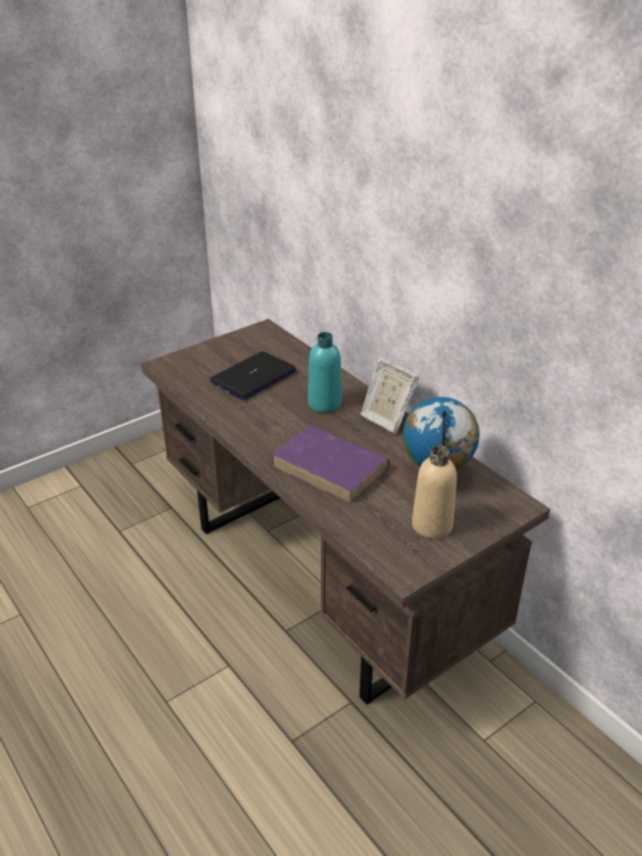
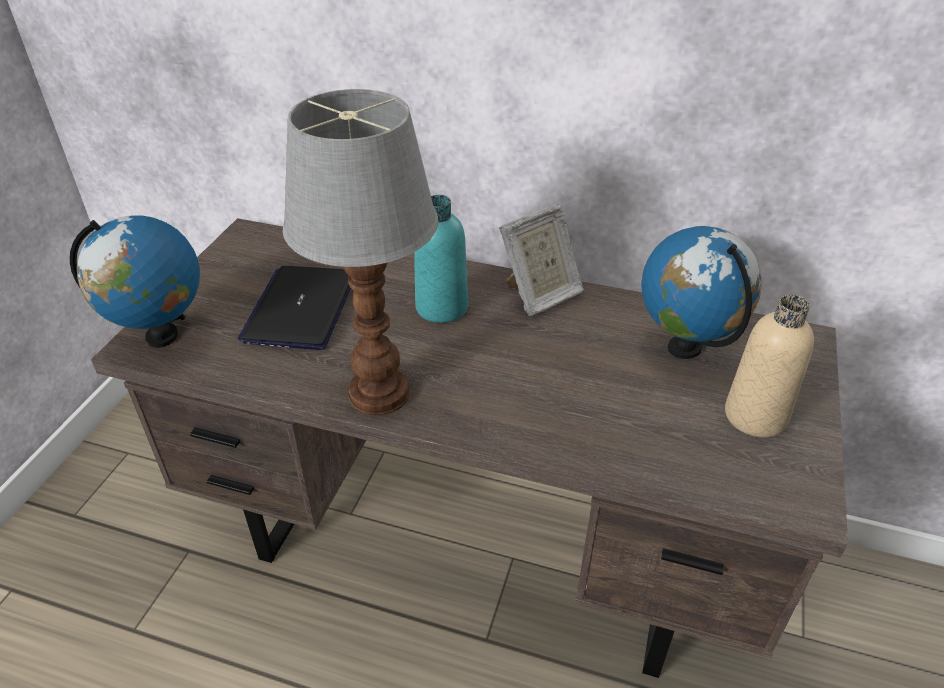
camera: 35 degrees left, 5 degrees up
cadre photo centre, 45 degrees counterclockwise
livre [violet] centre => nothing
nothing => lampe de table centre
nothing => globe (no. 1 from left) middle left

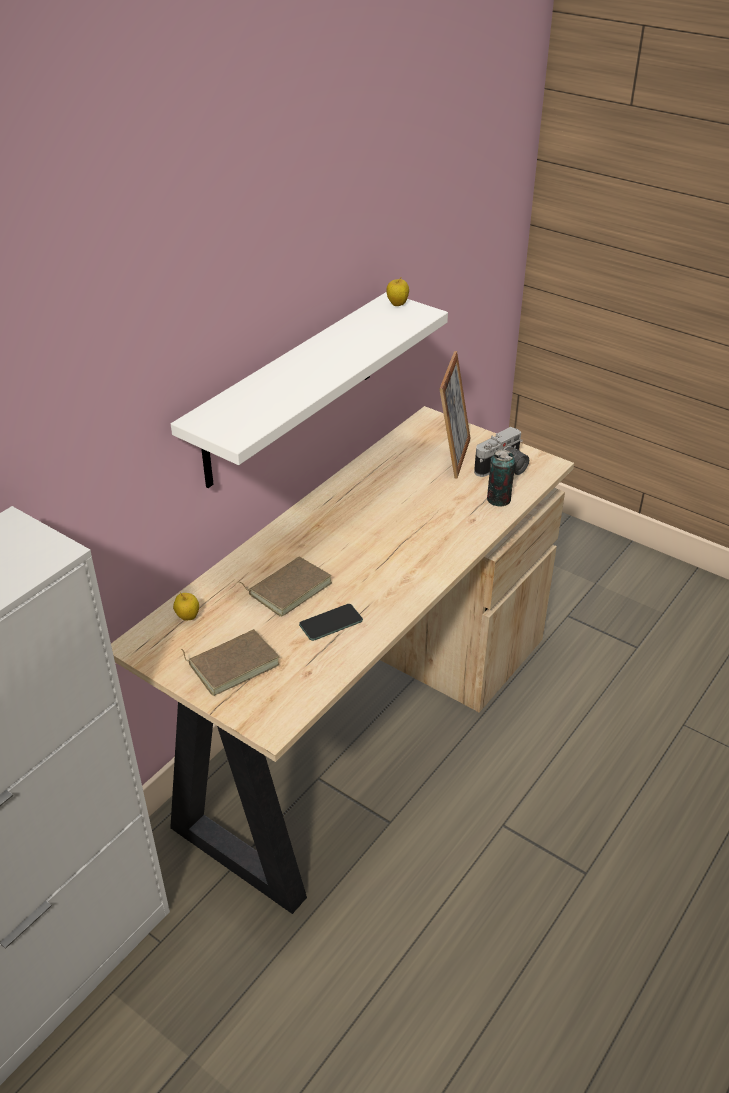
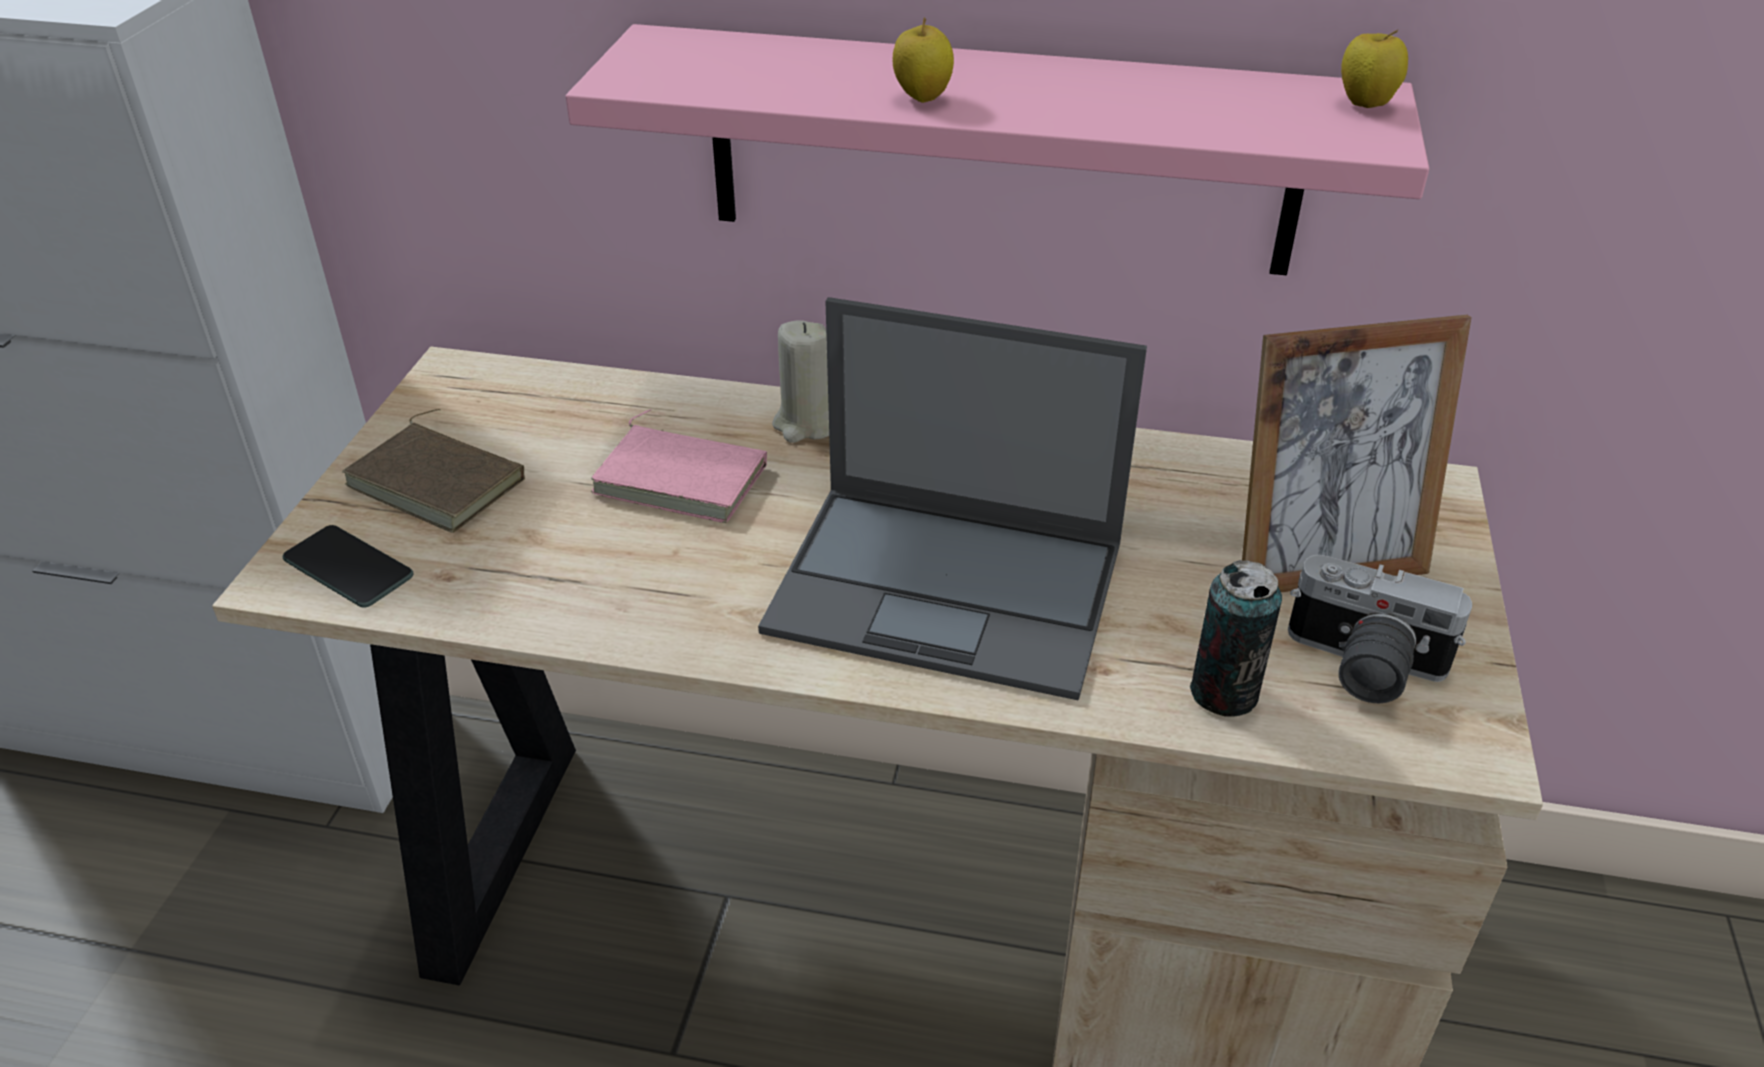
camera: 65 degrees right, 0 degrees up
étagère [blanc] centre => étagère [rose] top centre
livre [marron] (no. 2 from left) centre => livre [rose] centre
pomme (no. 1 from left) middle left => pomme (no. 1 from left) top centre, relocated
téléphone centre => téléphone middle left, relocated
nothing => ordinateur portable centre
nothing => bougie [beige] centre

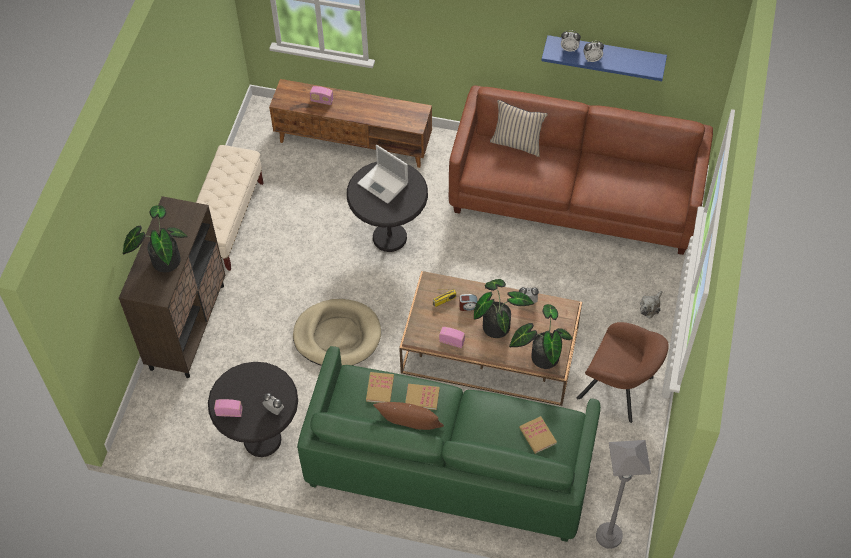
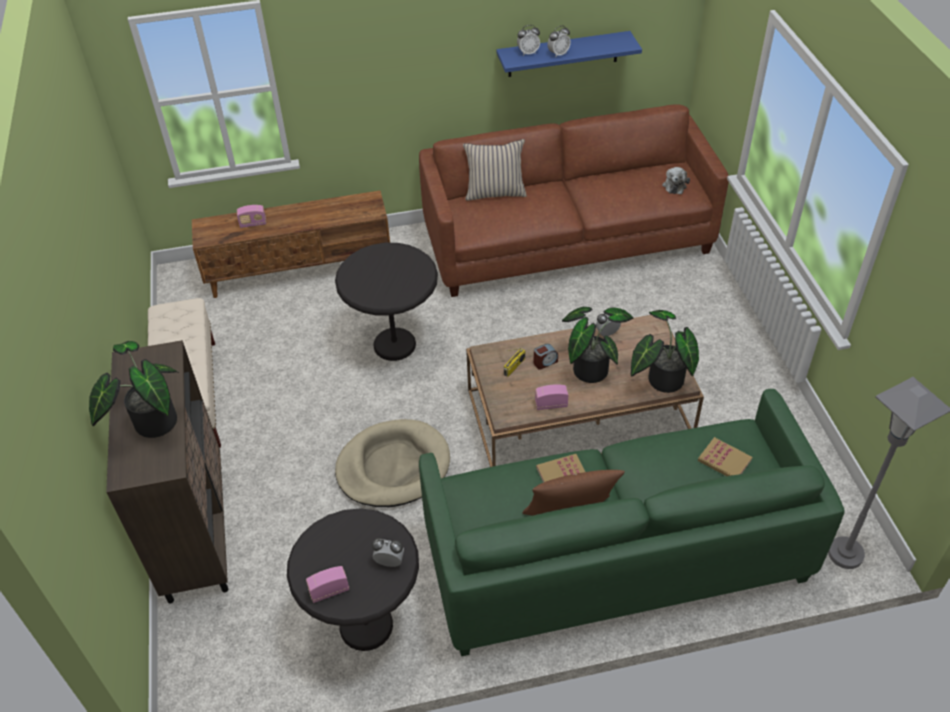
camera: 25 degrees left, 10 degrees down
ordinateur portable top centre => nothing
peluche middle right => peluche top right, relocated
fauteuil [marron] bottom right => nothing
livre (no. 1 from left) bottom centre => nothing

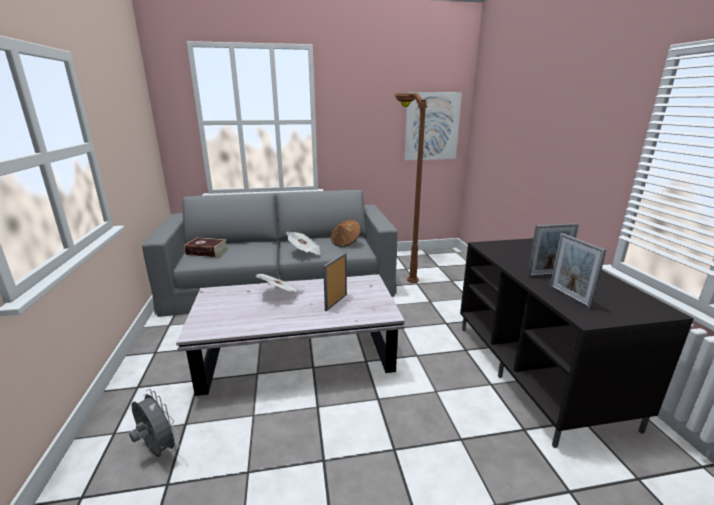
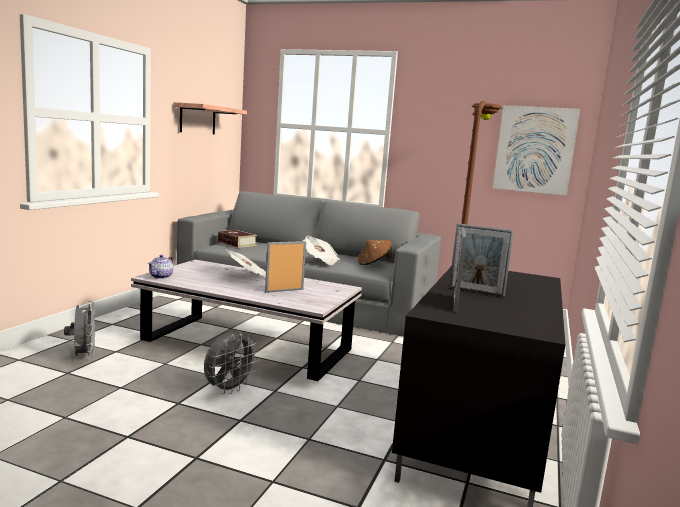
camera: 30 degrees right, 10 degrees down
nothing => étagère top left
nothing => théière middle left
nothing => ventilateur [gris] (no. 2 from left) bottom centre

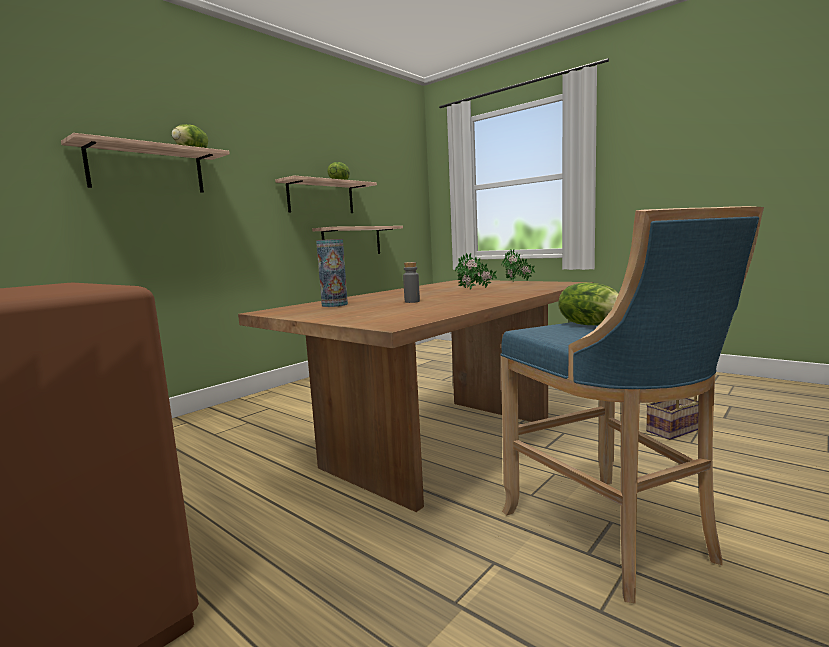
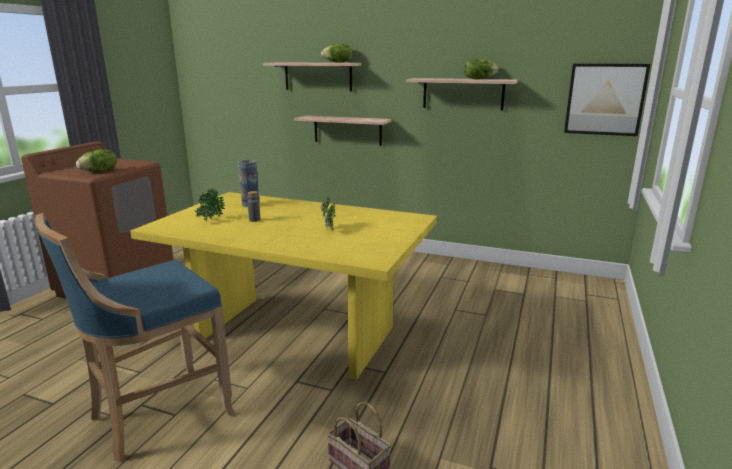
camera: 70 degrees right, 10 degrees up
étagère (no. 3 from left in the first image) centre => étagère (no. 2 from left) top centre, relocated
plante en pot (no. 2 from left in the first image) centre => plante en pot (no. 1 from left) middle left, relocated
table à manger [marron] centre => table à manger [jaune] centre
laitue (no. 3 from left in the first image) middle right => laitue (no. 1 from left) middle left, relocated
nothing => tableau top right

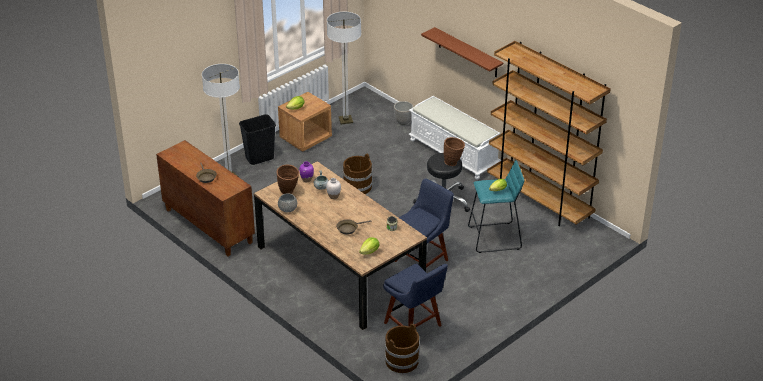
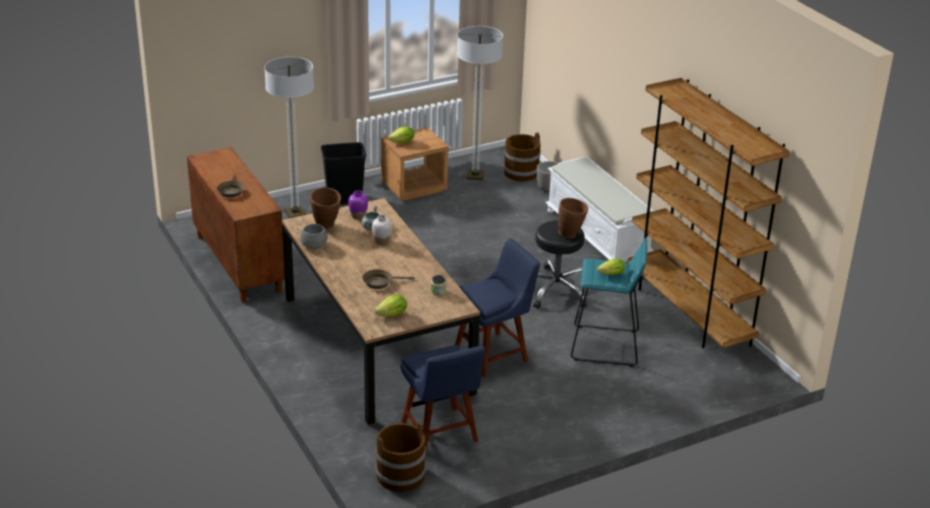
camera: 15 degrees right, 5 degrees down
étagère [marron] top centre => nothing
seau [marron] (no. 1 from left in the first image) centre => seau [marron] (no. 2 from left) top centre, relocated

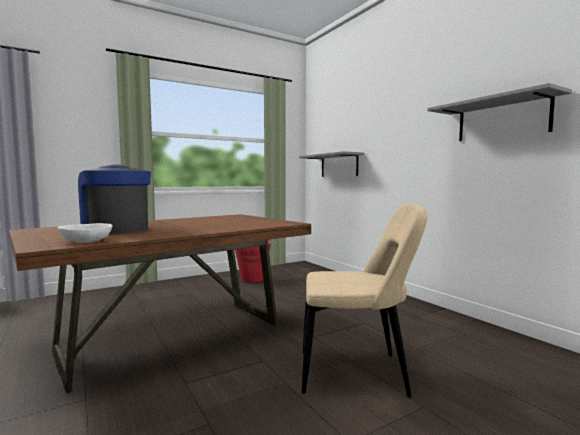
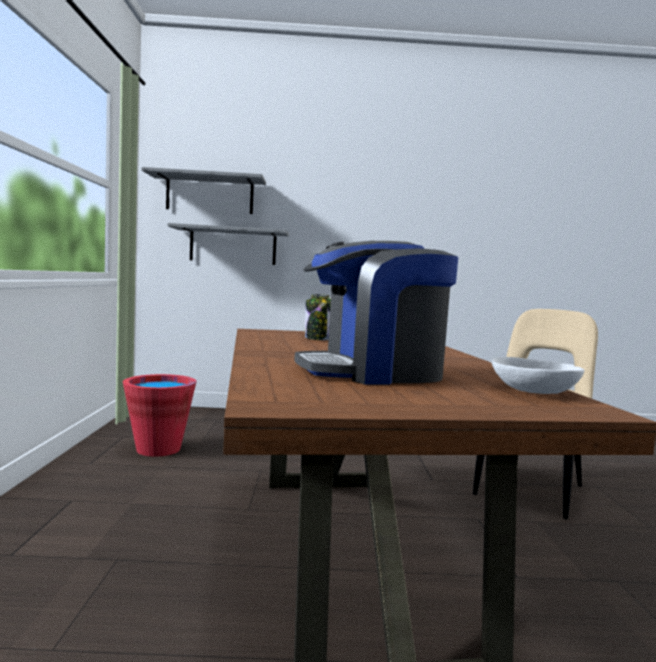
camera: 60 degrees left, 0 degrees up
étagère [gris] (no. 2 from left in the first image) top right => étagère [gris] (no. 1 from left) top left, relocated
nothing => bocal centre

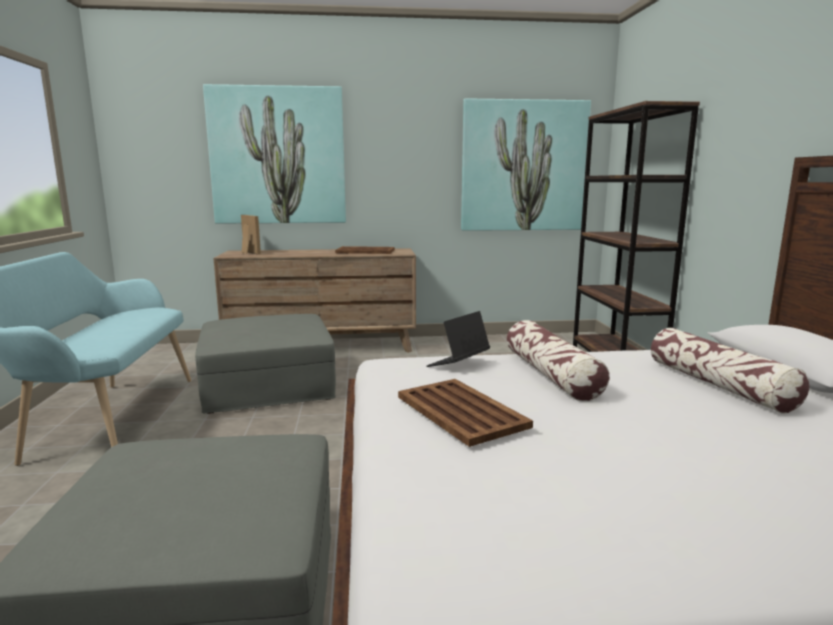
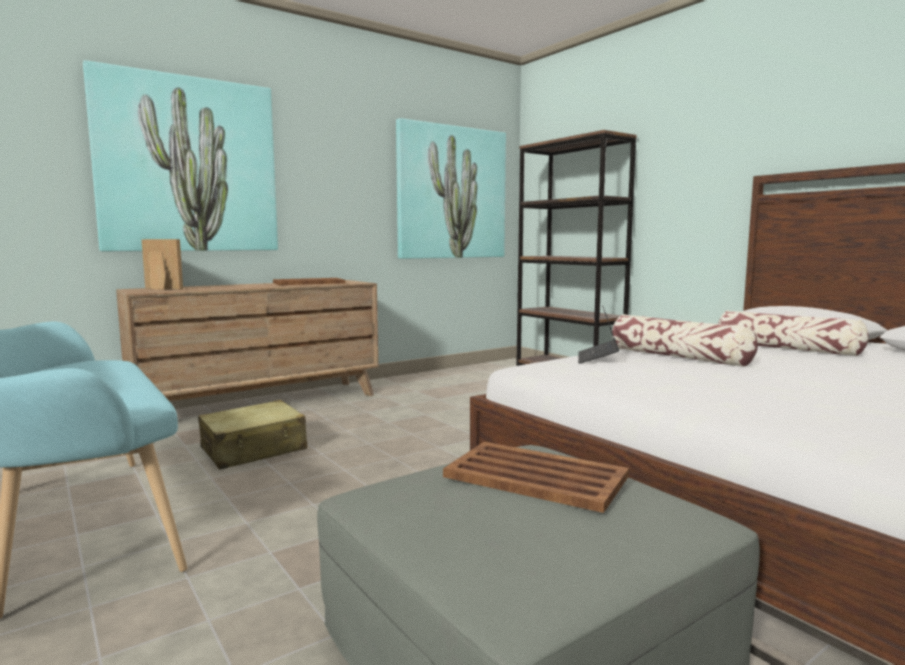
camera: 30 degrees left, 5 degrees down
pouf [gris] (no. 2 from left) middle left => valise [beige] middle left
plateau [marron] (no. 2 from left) centre => plateau [marron] (no. 2 from left) bottom centre, relocated

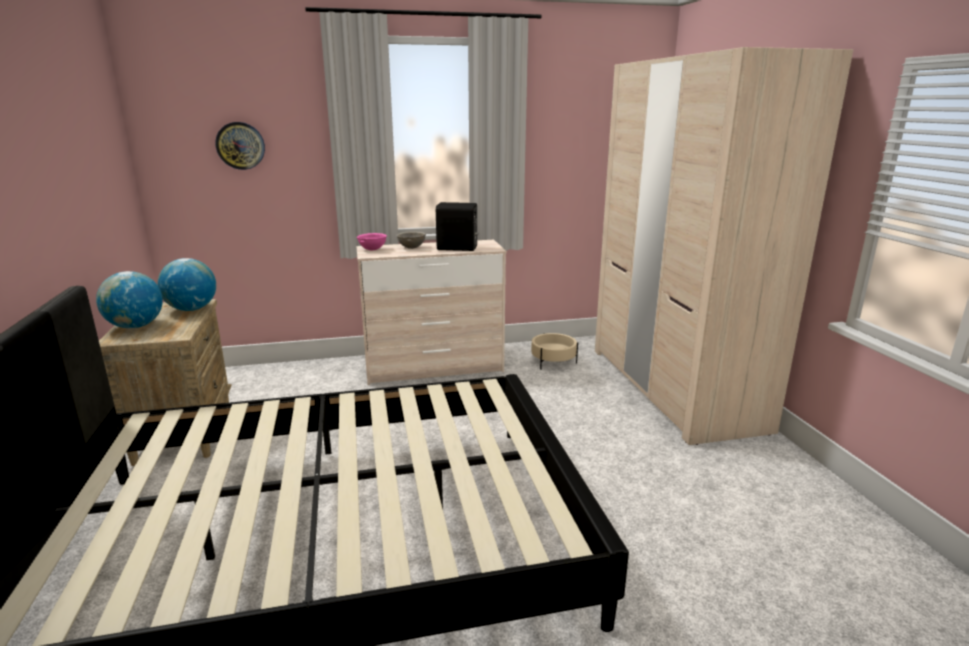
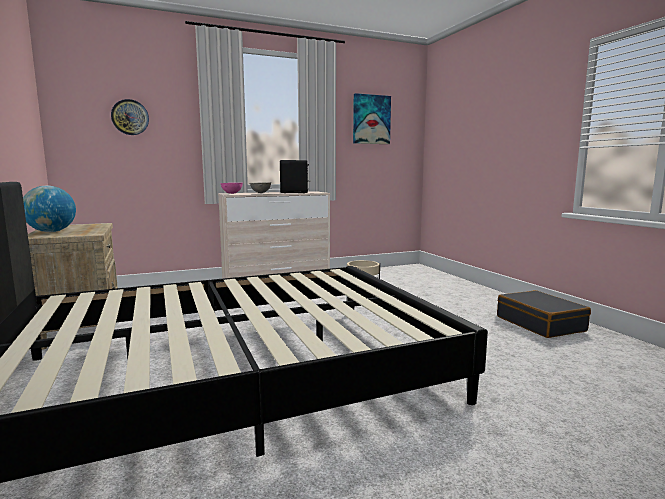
camera: 10 degrees left, 10 degrees down
armoire [beige] middle right => nothing
globe (no. 2 from left) middle left => nothing
nothing => tableau top centre
nothing => valise [noir] middle right

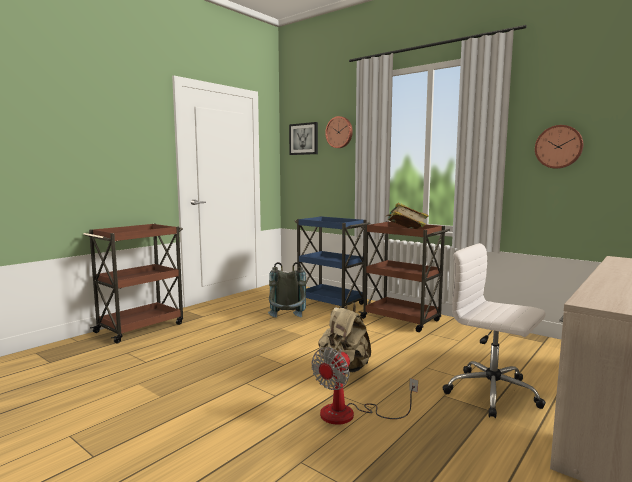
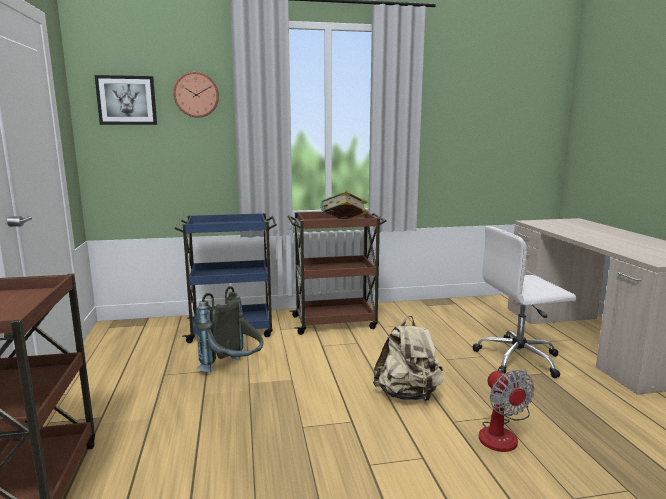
camera: 50 degrees left, 5 degrees up
horloge murale (no. 2 from left) top right => nothing

